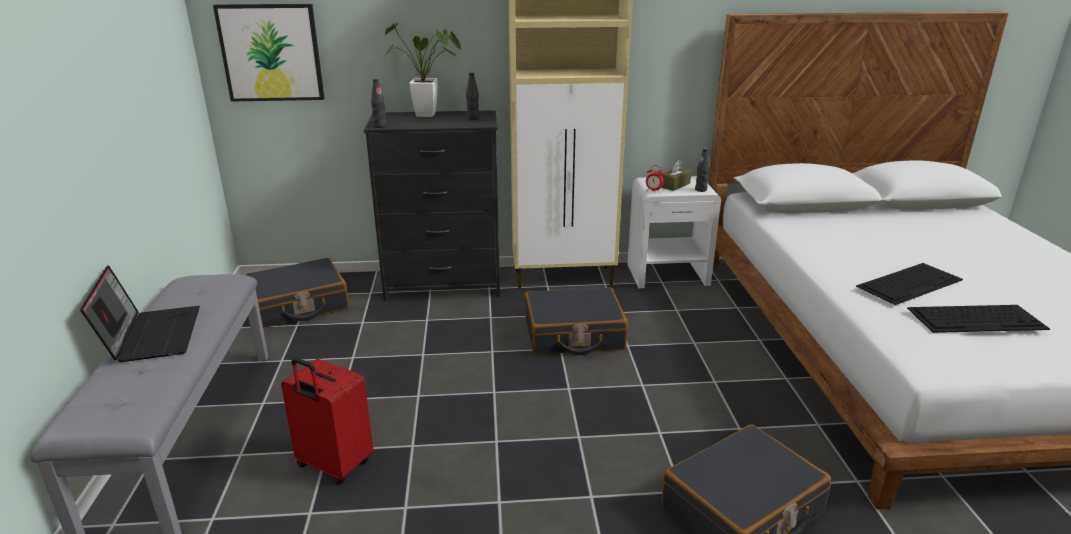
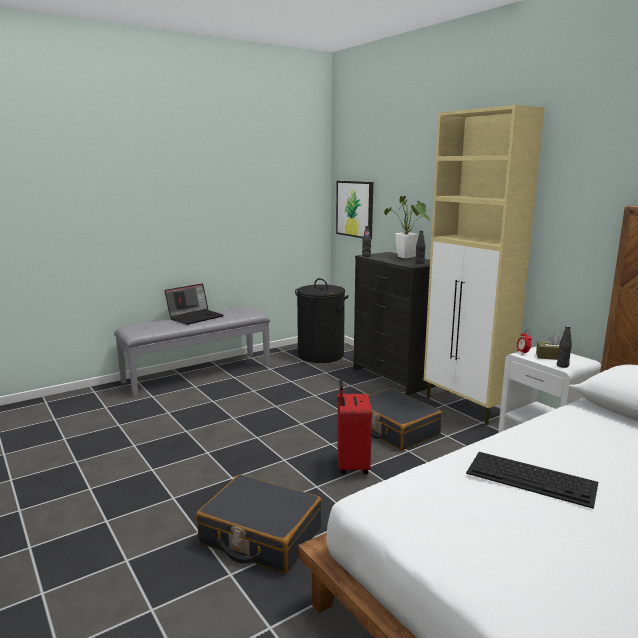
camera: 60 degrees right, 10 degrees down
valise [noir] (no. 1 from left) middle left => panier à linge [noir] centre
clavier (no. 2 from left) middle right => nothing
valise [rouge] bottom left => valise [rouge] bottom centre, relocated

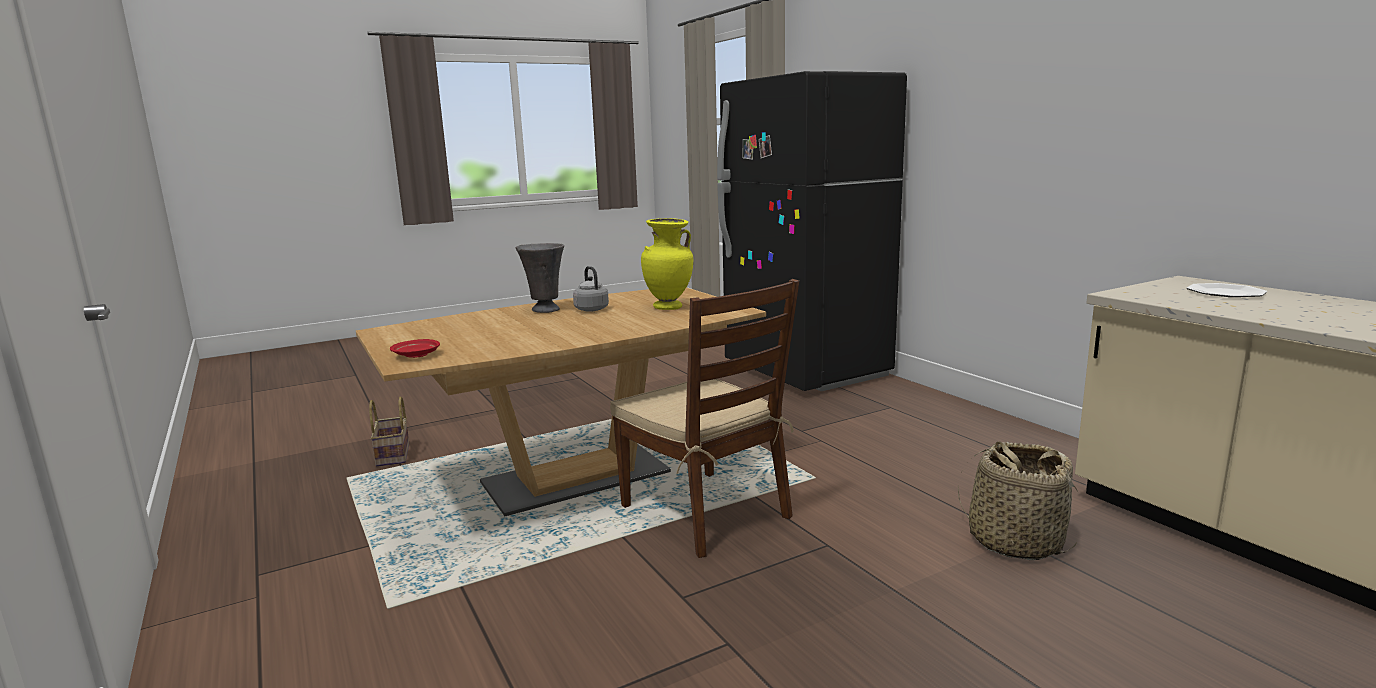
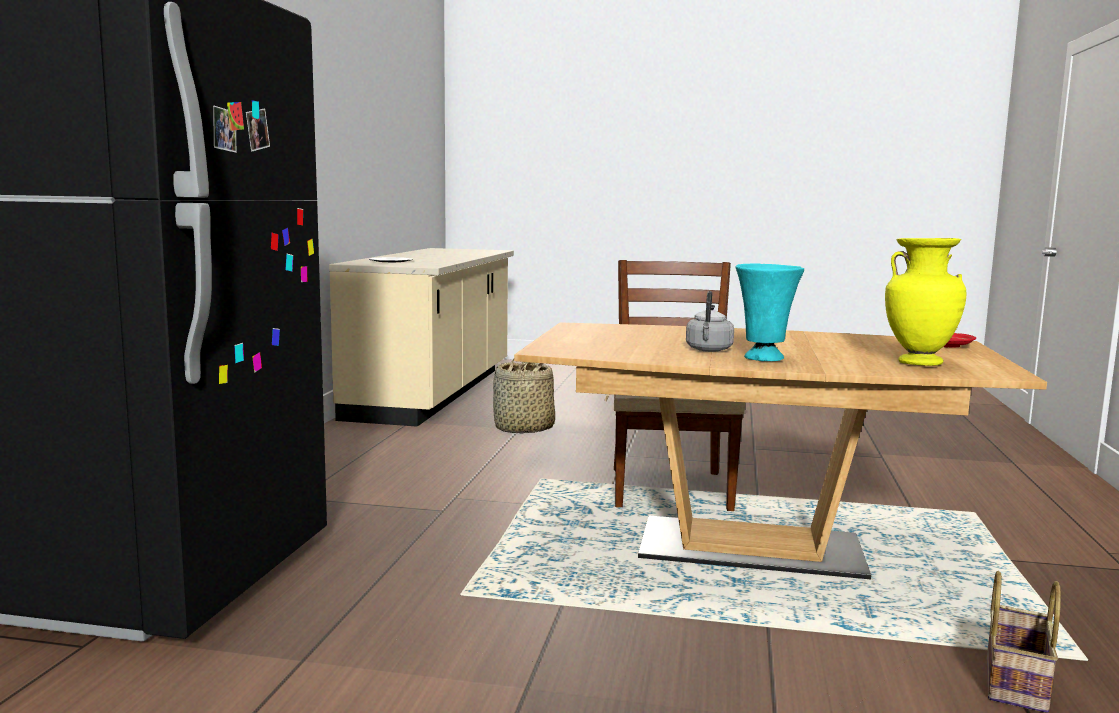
camera: 140 degrees left, 5 degrees down
vase [jaune] centre => vase [jaune] middle right, relocated
vase [gris] centre => vase [turquoise] middle right

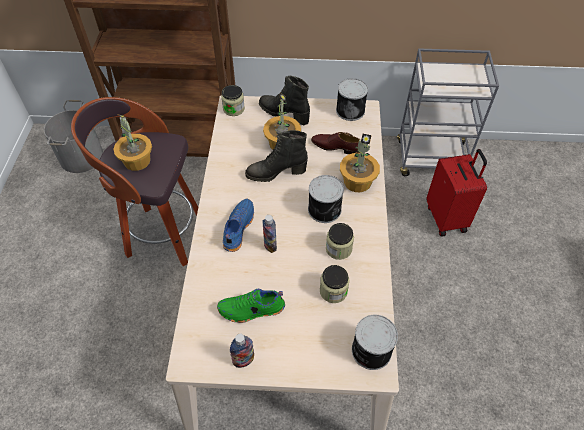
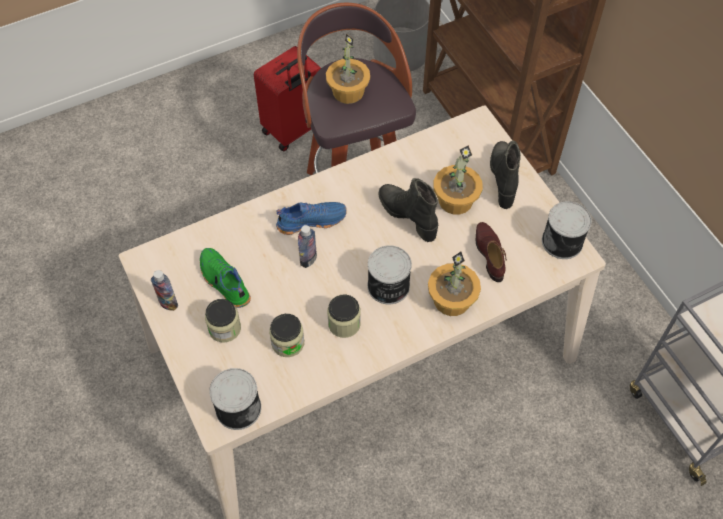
camera: 60 degrees right, 5 degrees up
bocal (no. 1 from left) top centre => bocal (no. 1 from left) middle left, relocated
valise [rouge] middle right => valise [rouge] top centre, relocated

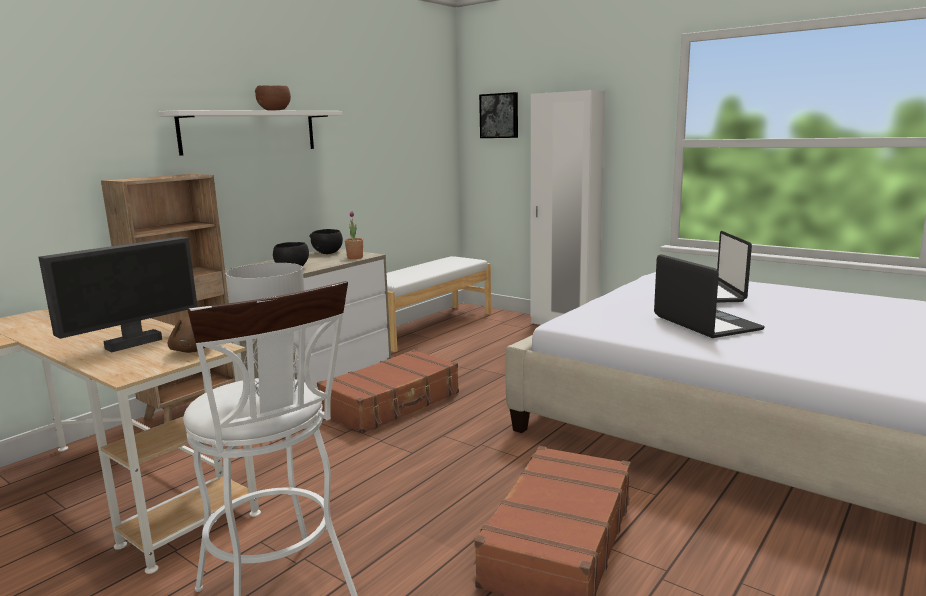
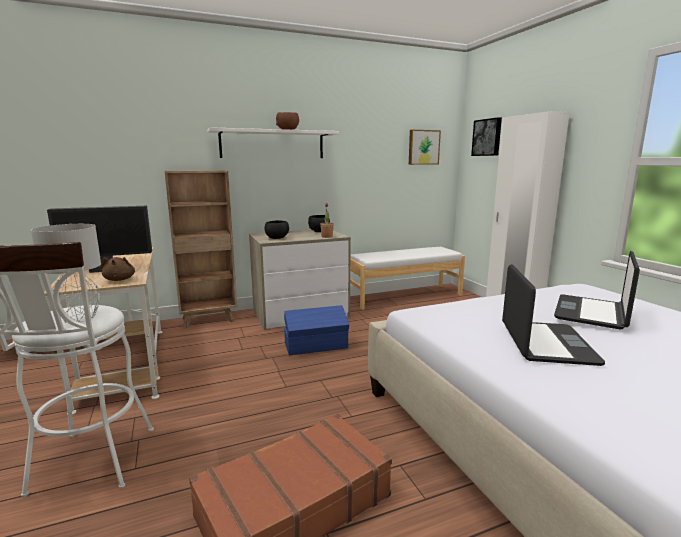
camera: 30 degrees right, 0 degrees up
valise [marron] (no. 1 from left) centre => boîte de rangement [bleu] centre
nothing => tableau (no. 1 from left) top centre

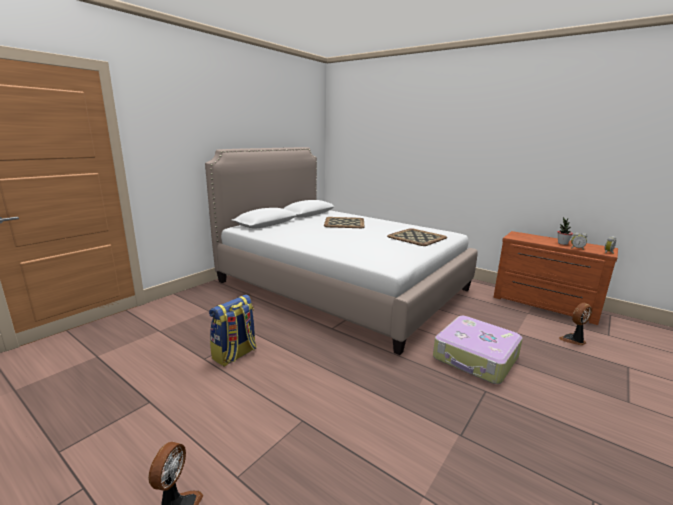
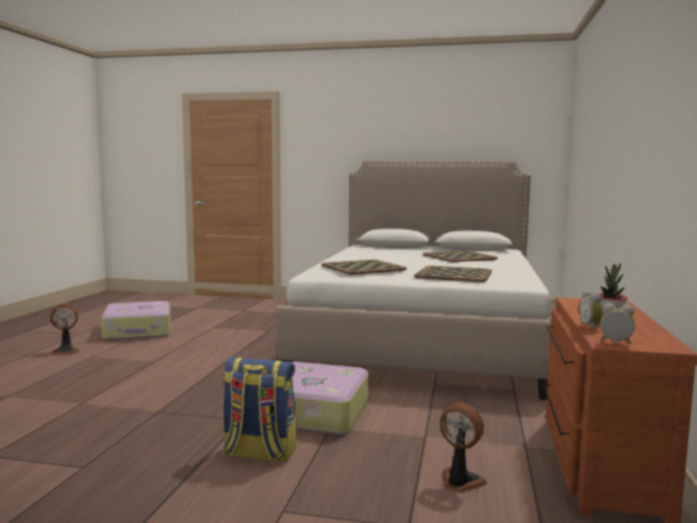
camera: 65 degrees right, 10 degrees down
sac à dos centre => sac à dos bottom centre, relocated
nothing => plateau (no. 1 from left) centre
nothing => valise (no. 1 from left) middle left

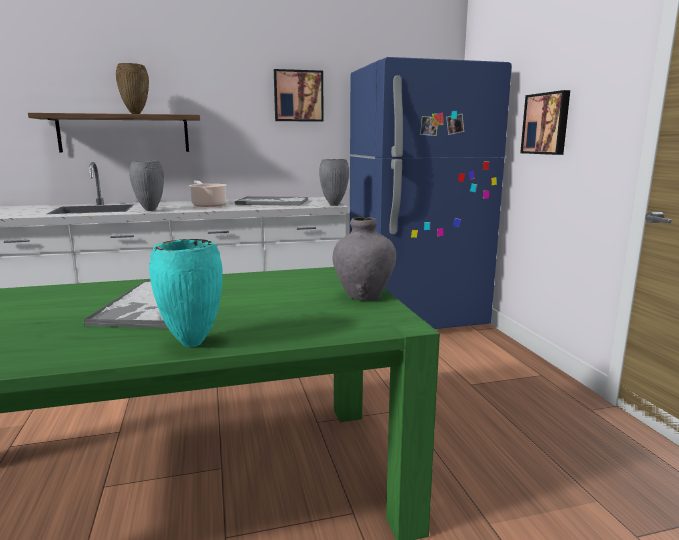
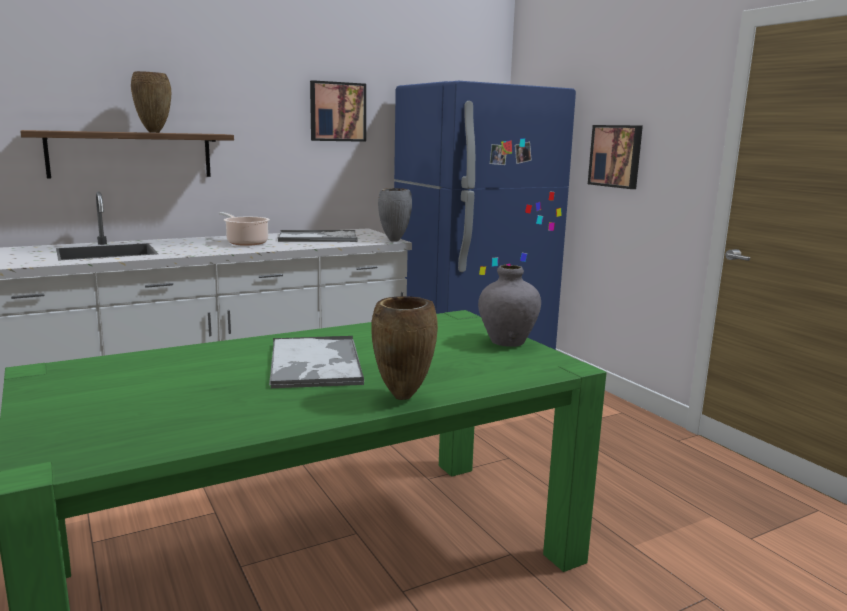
camera: 15 degrees left, 0 degrees up
vase [gris] (no. 1 from left) middle left => nothing
vase [turquoise] middle left => vase [marron] (no. 2 from left) centre

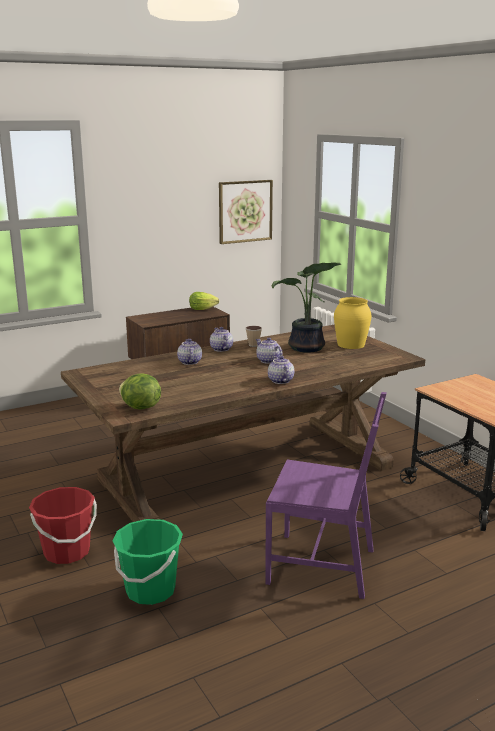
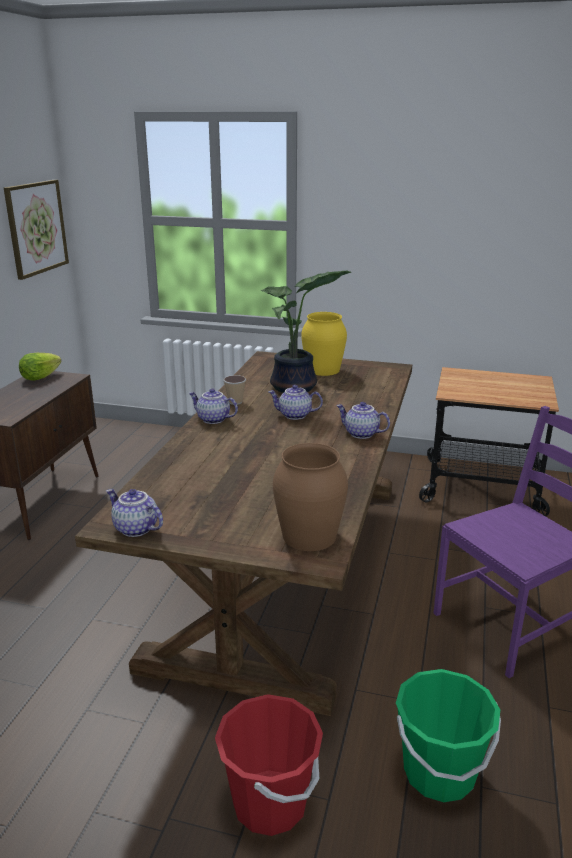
camera: 45 degrees left, 5 degrees up
théière (no. 1 from left) centre => théière (no. 1 from left) middle left, relocated
laitue (no. 1 from left) middle left => vase [marron] centre

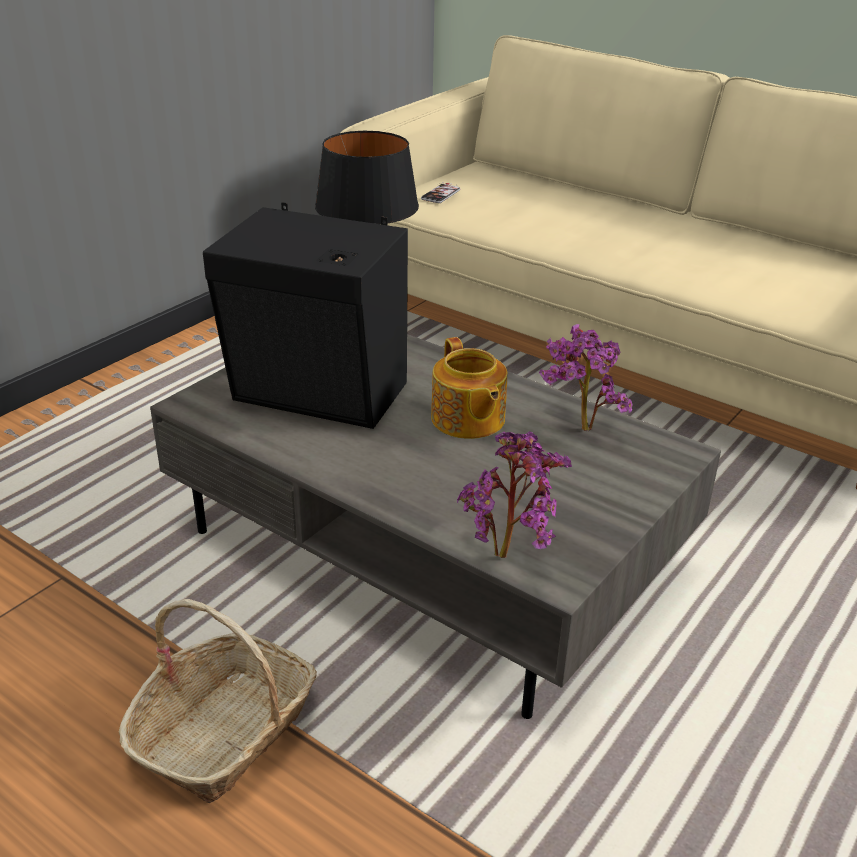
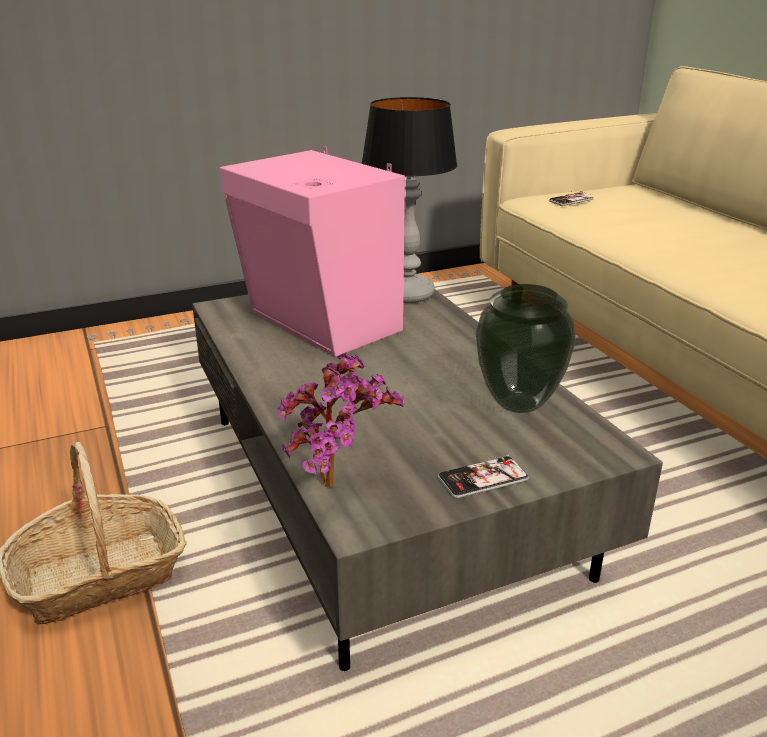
camera: 30 degrees right, 5 degrees down
enceinte [noir] centre => enceinte [rose] centre
plante en pot (no. 2 from left) middle right => vase middle right
théière centre => nothing
nothing => téléphone (no. 1 from left) centre

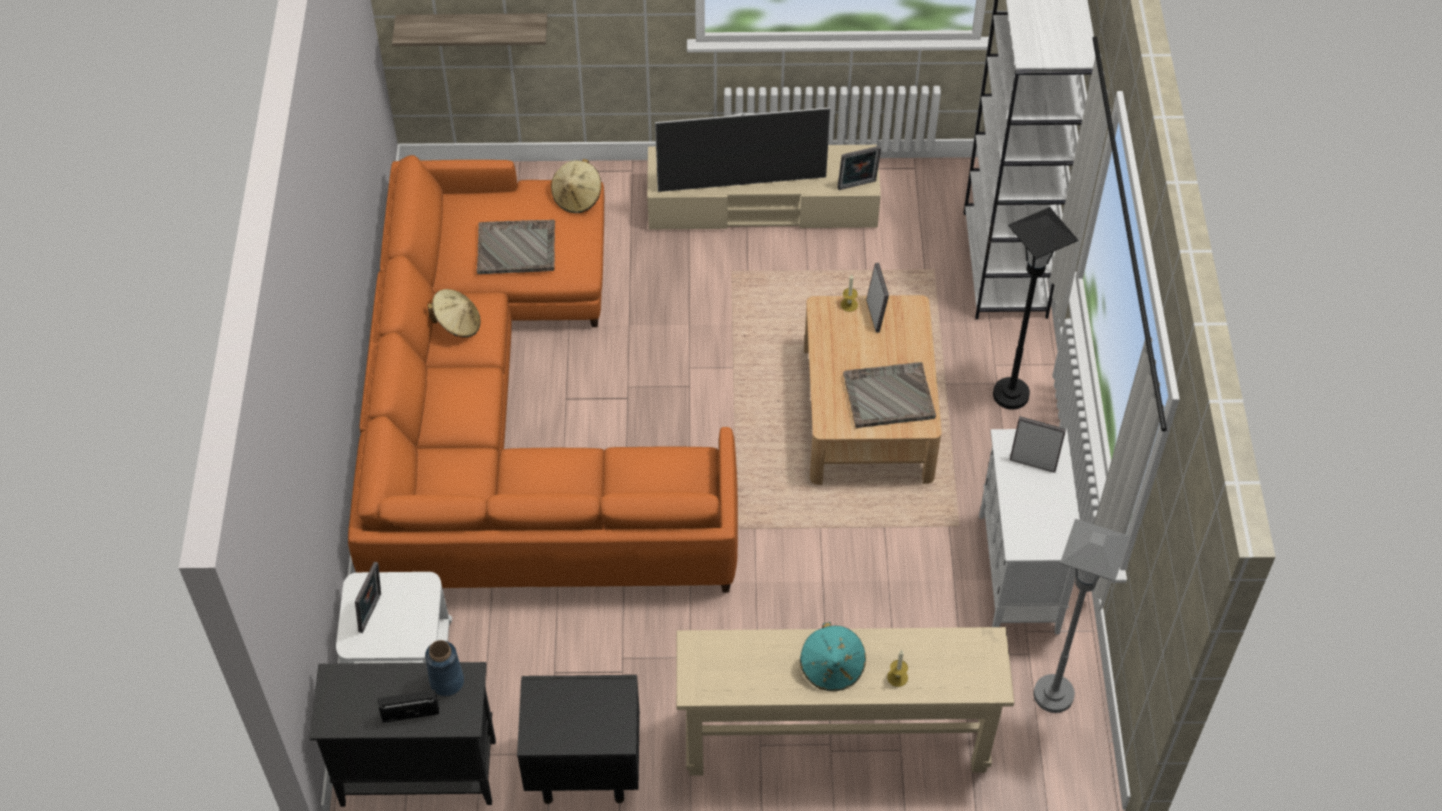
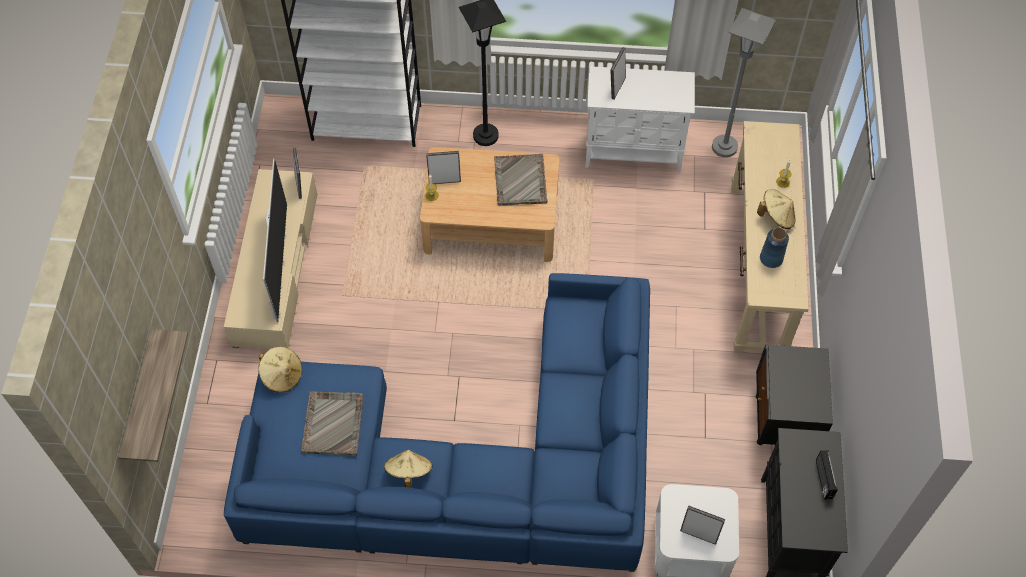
camera: 85 degrees left, 5 degrees up
canapé [orange] centre => canapé [bleu] bottom centre
chapeau [turquoise] bottom centre => chapeau [beige] (no. 3 from left) middle right
vase [bleu] bottom left => vase [bleu] middle right, relocated

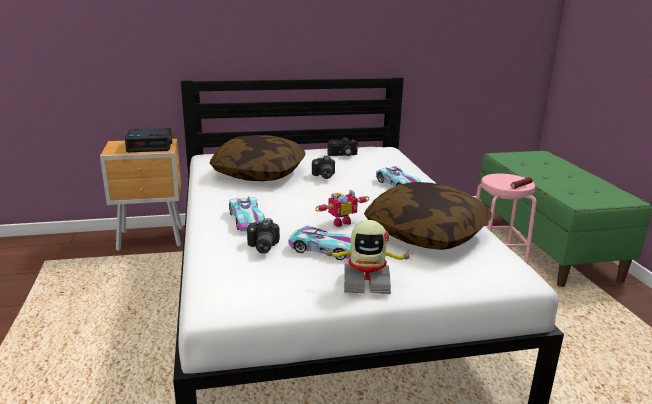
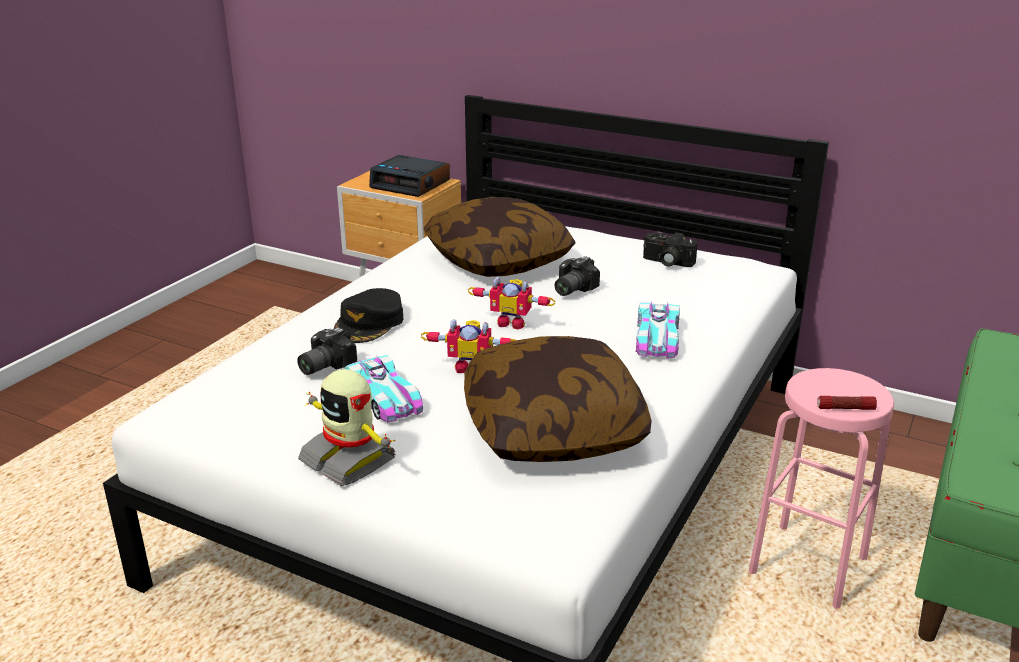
camera: 40 degrees right, 5 degrees up
petite voiture (no. 1 from left) centre => casquette [noir] centre
nothing => robot jouet (no. 3 from left) centre

